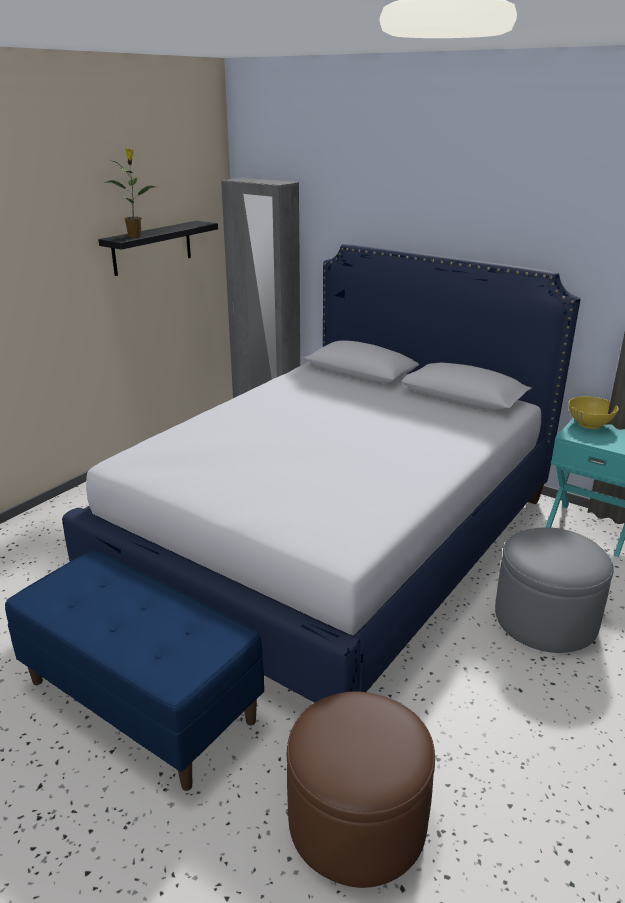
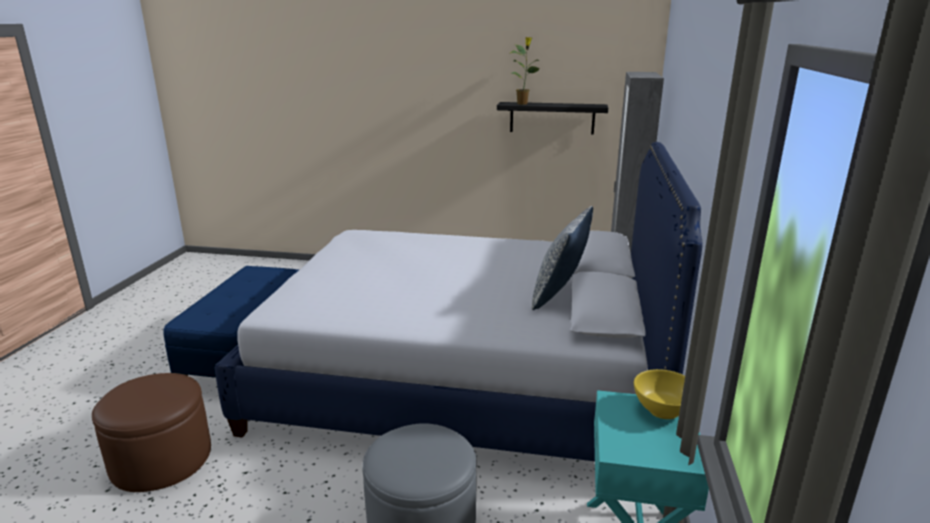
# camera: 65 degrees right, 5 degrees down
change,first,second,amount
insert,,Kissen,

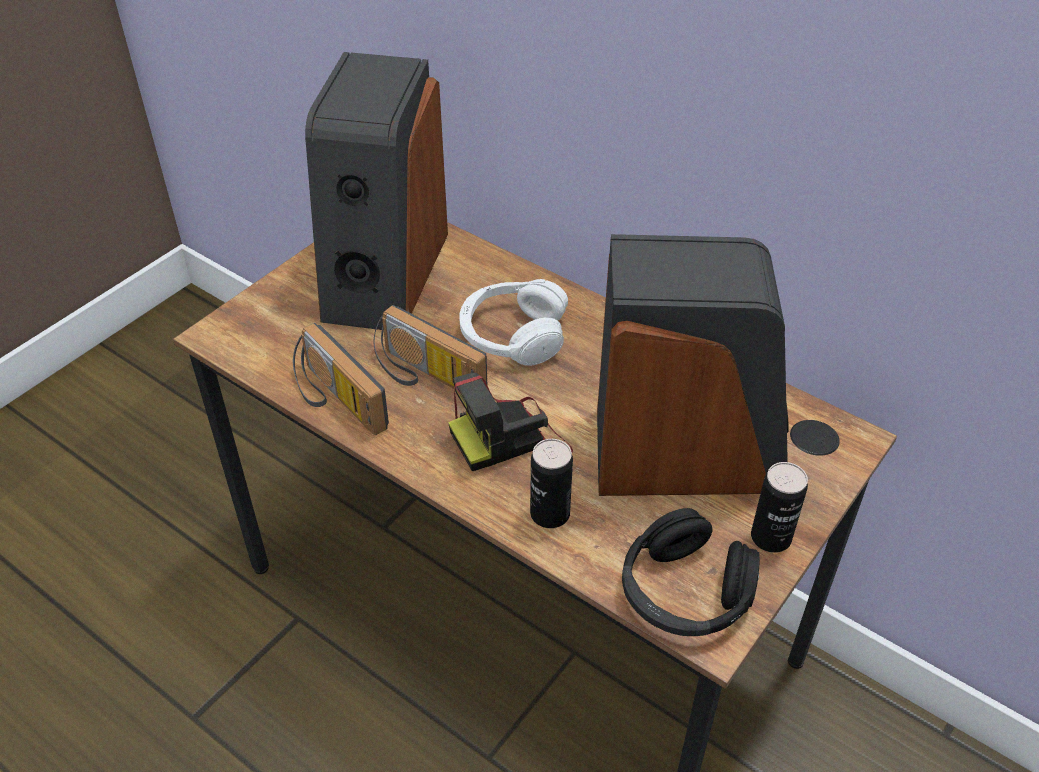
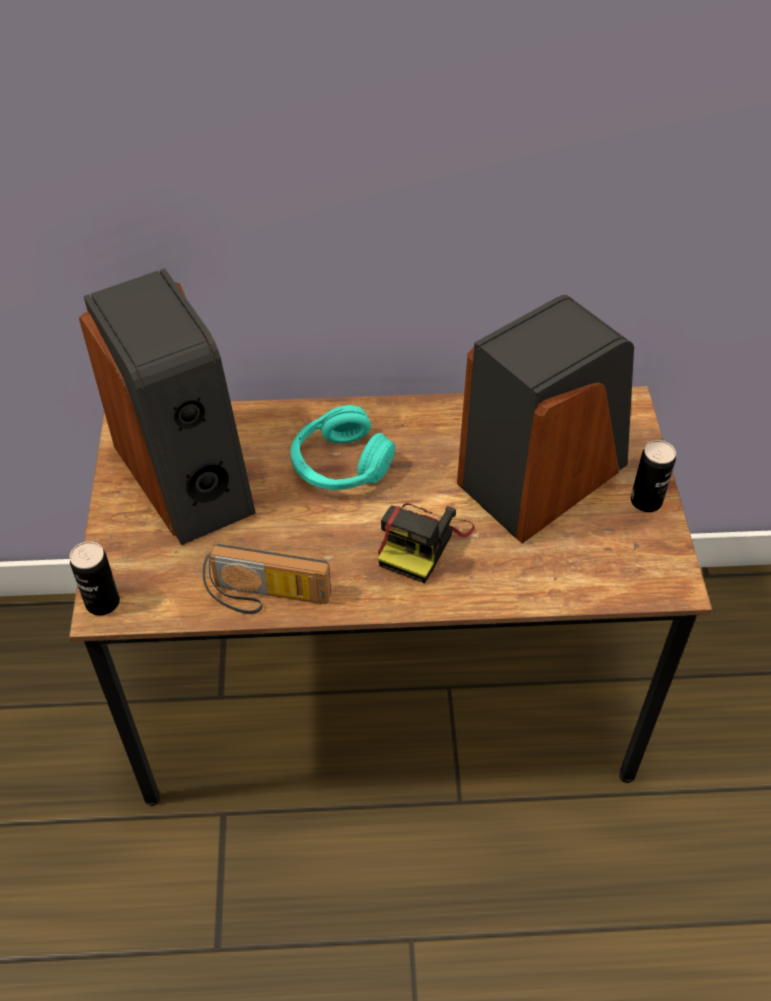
# camera: 40 degrees left, 5 degrees up
change,first,second,amount
recolor,Kopfhörer/weiß,Kopfhörer/türkis,
delete,Radio (2nd from left),,
move,Dose (1st from left),,
delete,Kopfhörer/schwarz,,

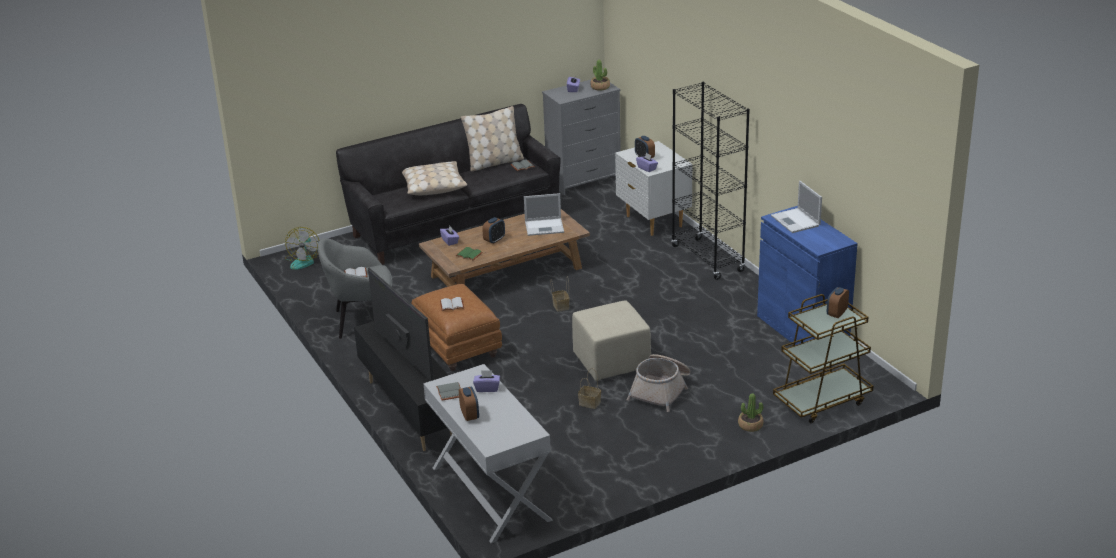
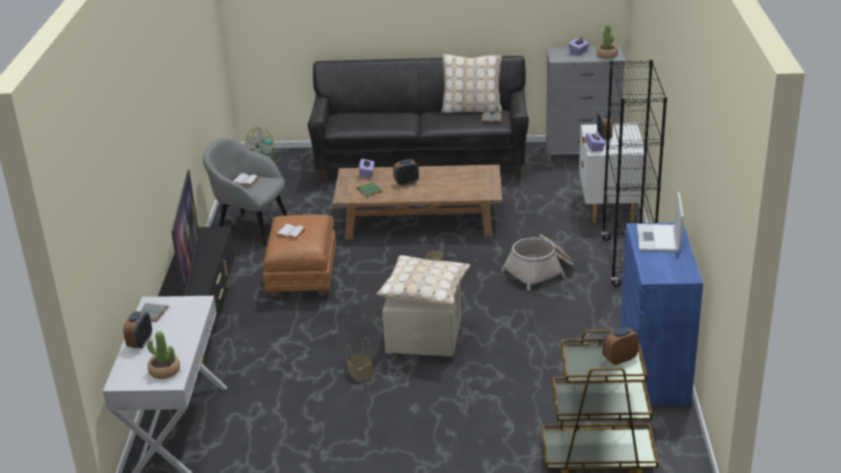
# camera: 30 degrees right, 0 degrees up
change,first,second,amount
move,Kissen/beige (1st from left),,
delete,Laptop (1st from left),,
move,Korb (3rd from left),,
delete,Taschentuchbox/lila (2nd from left),,
move,Topfpflanze (2nd from left in the first image),Topfpflanze (1st from left),

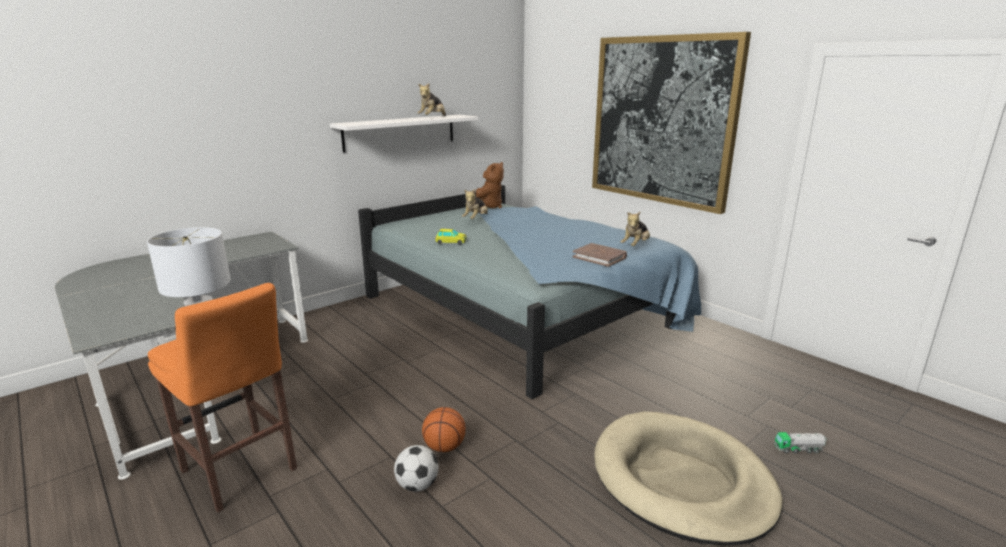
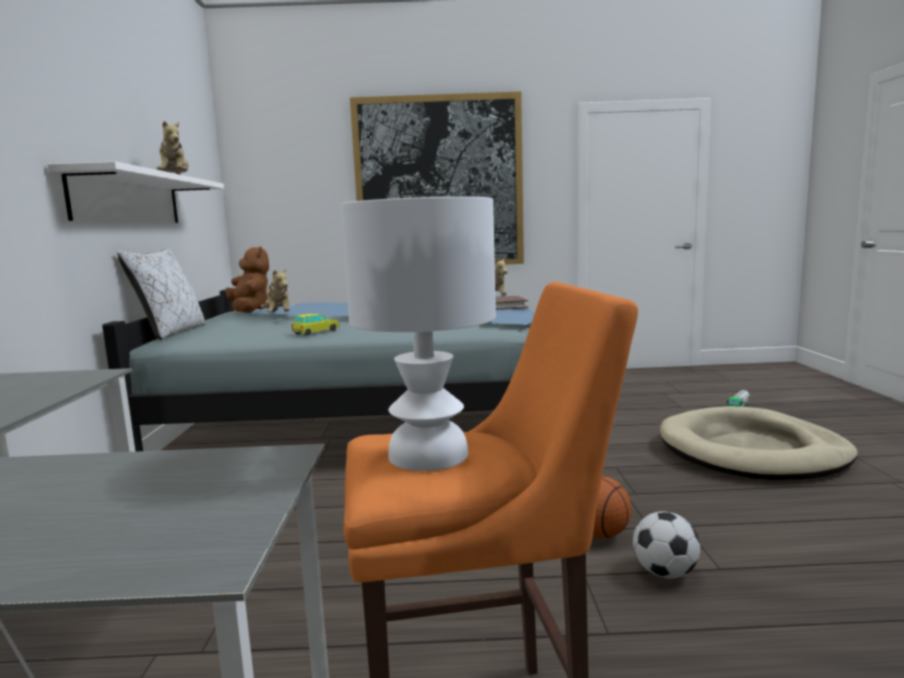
# camera: 50 degrees left, 10 degrees down
change,first,second,amount
insert,,Kissen/weiß,

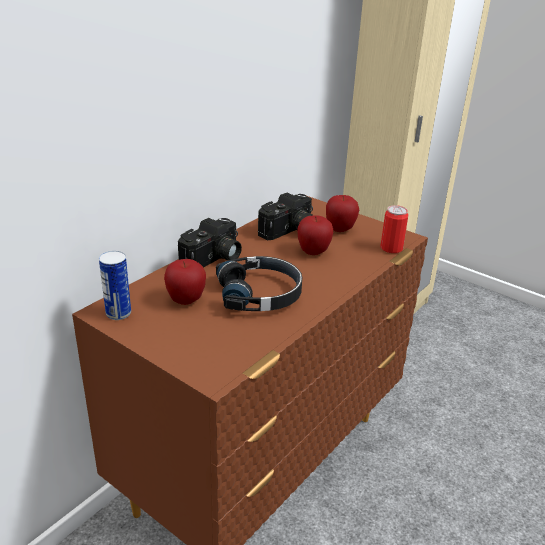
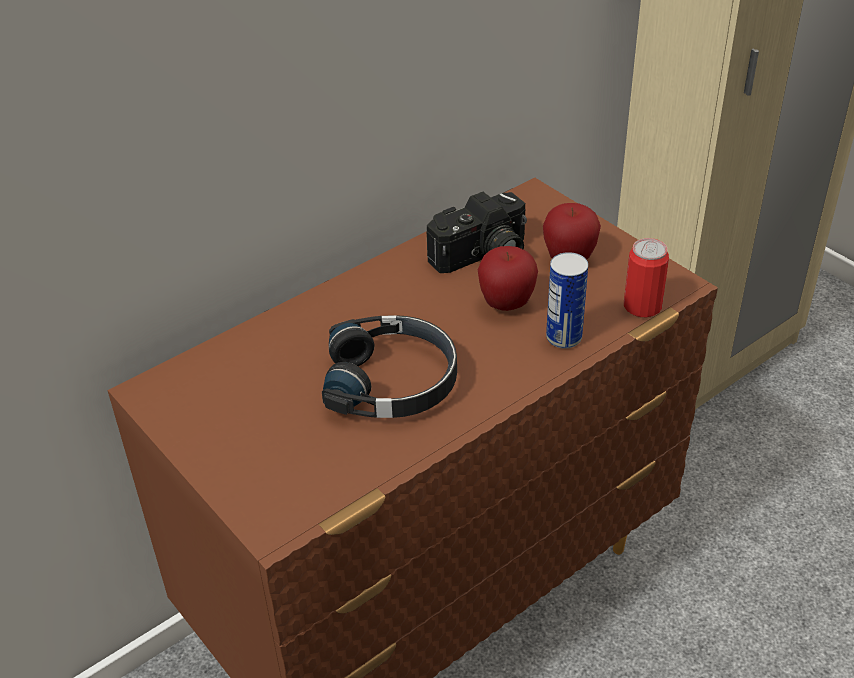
# camera: 15 degrees right, 10 degrees up
change,first,second,amount
delete,Kamera (1st from left),,
move,Dose (1st from left),,
delete,Apfel (1st from left),,

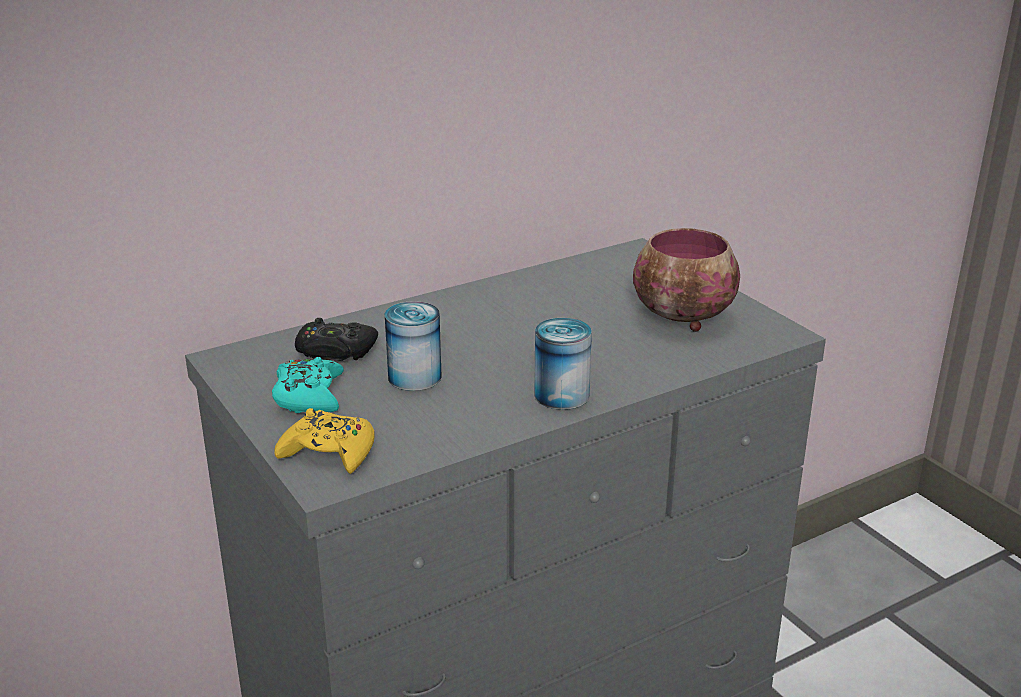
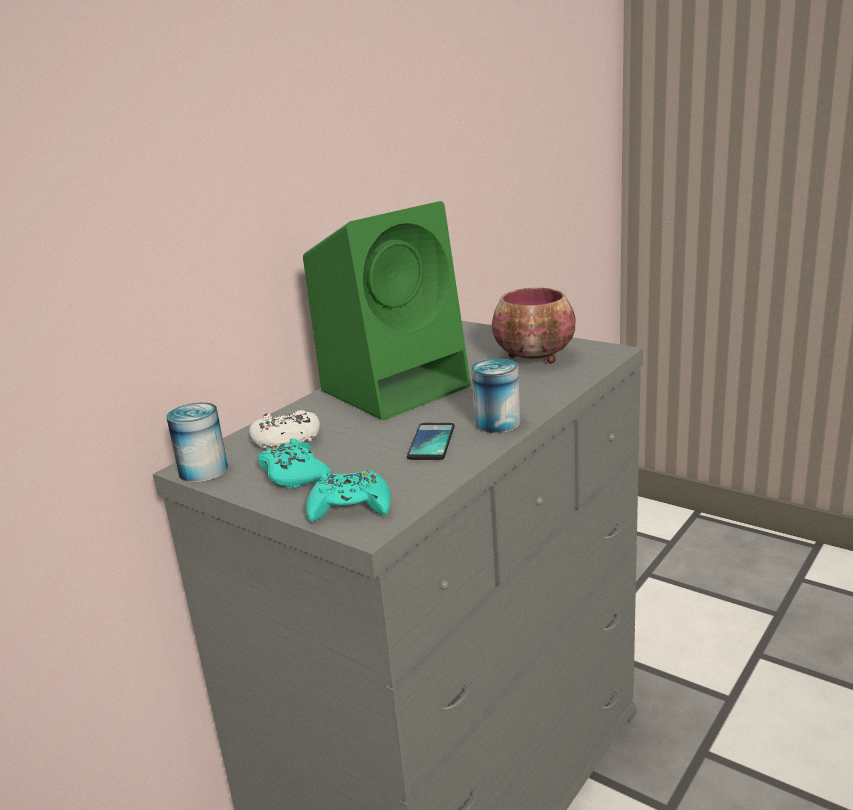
# camera: 20 degrees left, 5 degrees down
change,first,second,amount
move,Dose (1st from left),,
recolor,Gamepad/schwarz,Gamepad/weiß,
recolor,Gamepad/gelb,Gamepad/türkis (2nd from left),
insert,,Lautsprecher/grün,
insert,,Handy,

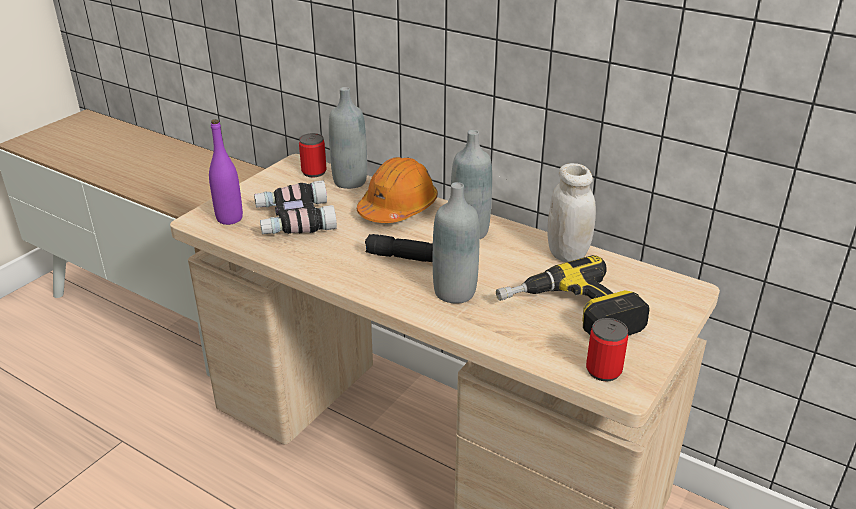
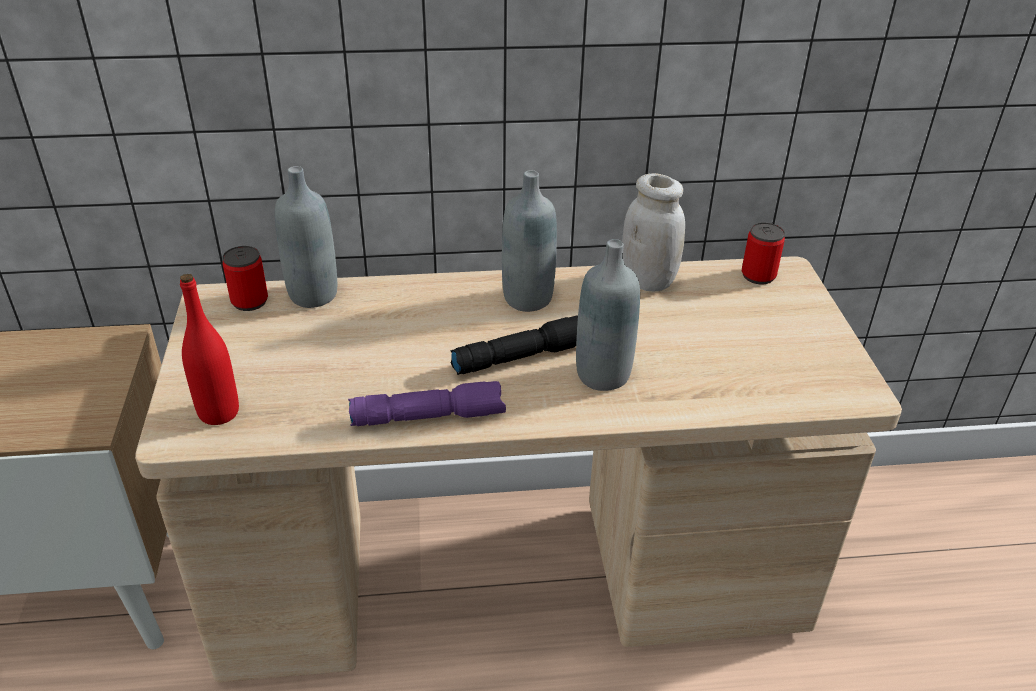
# camera: 40 degrees left, 5 degrees up
change,first,second,amount
recolor,Flasche/lila,Flasche/rot,
delete,Schutzhelm/orange,,
delete,Fernglas,,
delete,Bohrmaschine,,
move,Dose (2nd from left),,
insert,,Taschenlampe/lila,

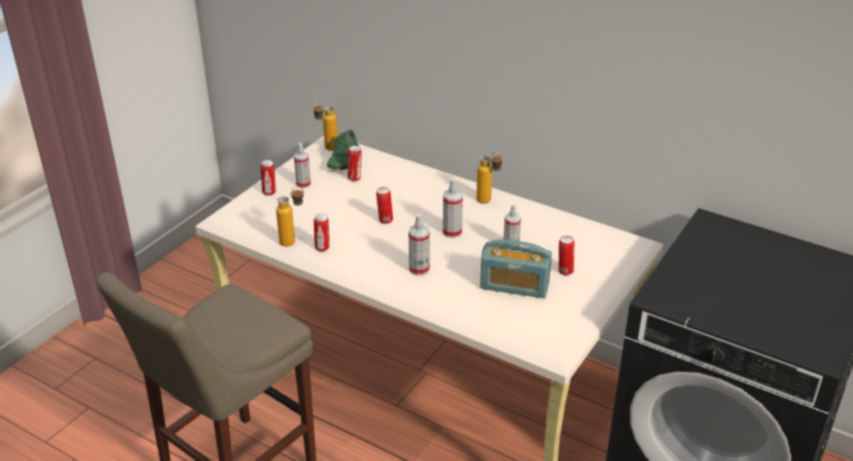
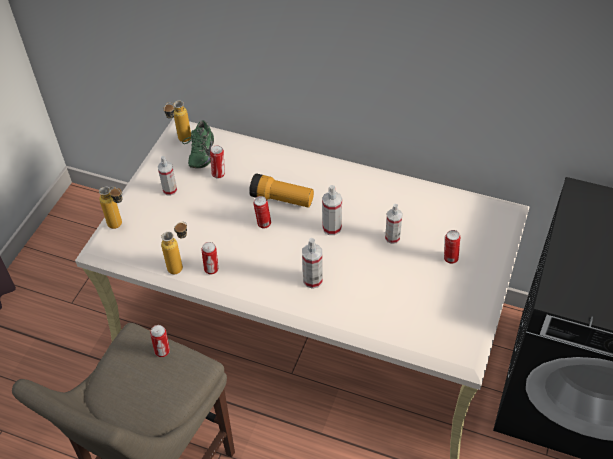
# camera: 10 degrees left, 15 degrees up
change,first,second,amount
move,Flasche (3rd from left in the first image),Flasche (1st from left),
move,Dose (1st from left),,
delete,Radio,,
insert,,Taschenlampe,

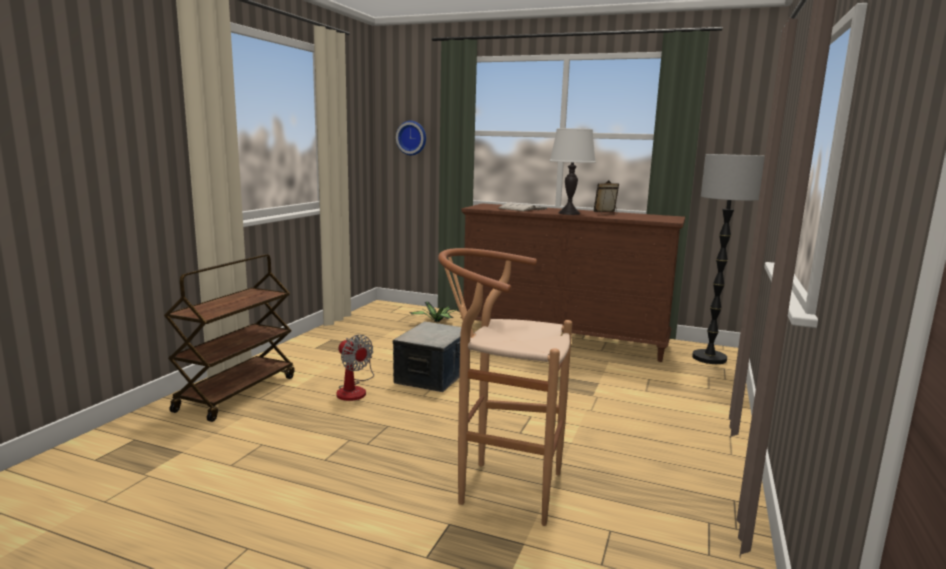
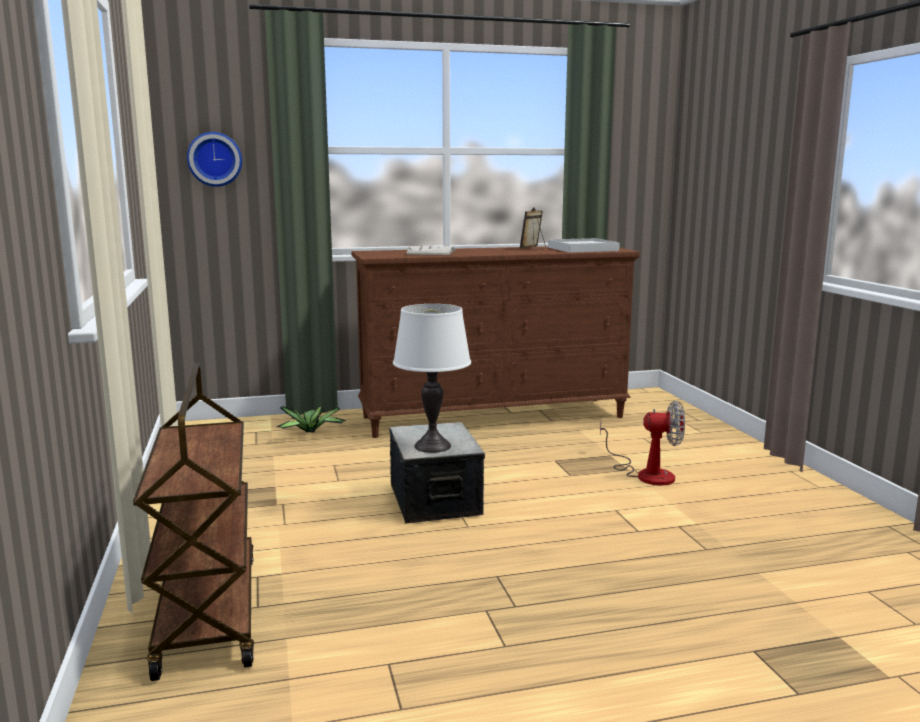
# camera: 35 degrees left, 0 degrees up
change,first,second,amount
move,Tischlampe/weiß,,
delete,Stehlampe,,
delete,Hocker/braun,,
move,Ventilator,,
insert,,Tablett/weiß,

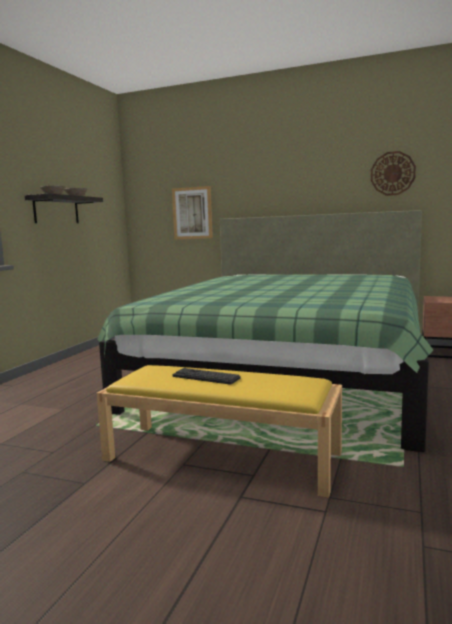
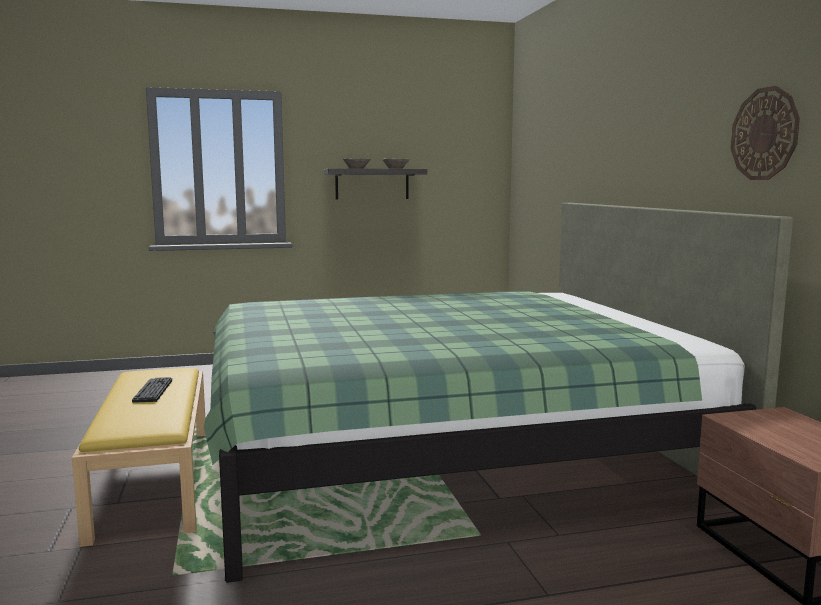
# camera: 55 degrees right, 0 degrees up
change,first,second,amount
delete,Bild,,

